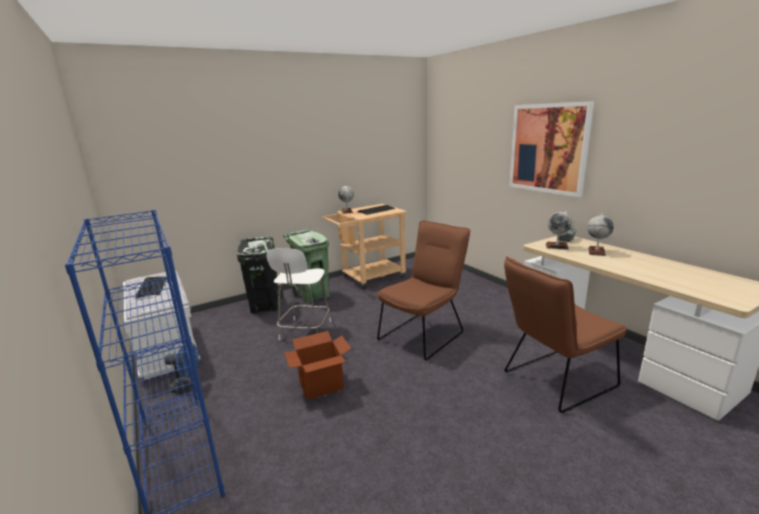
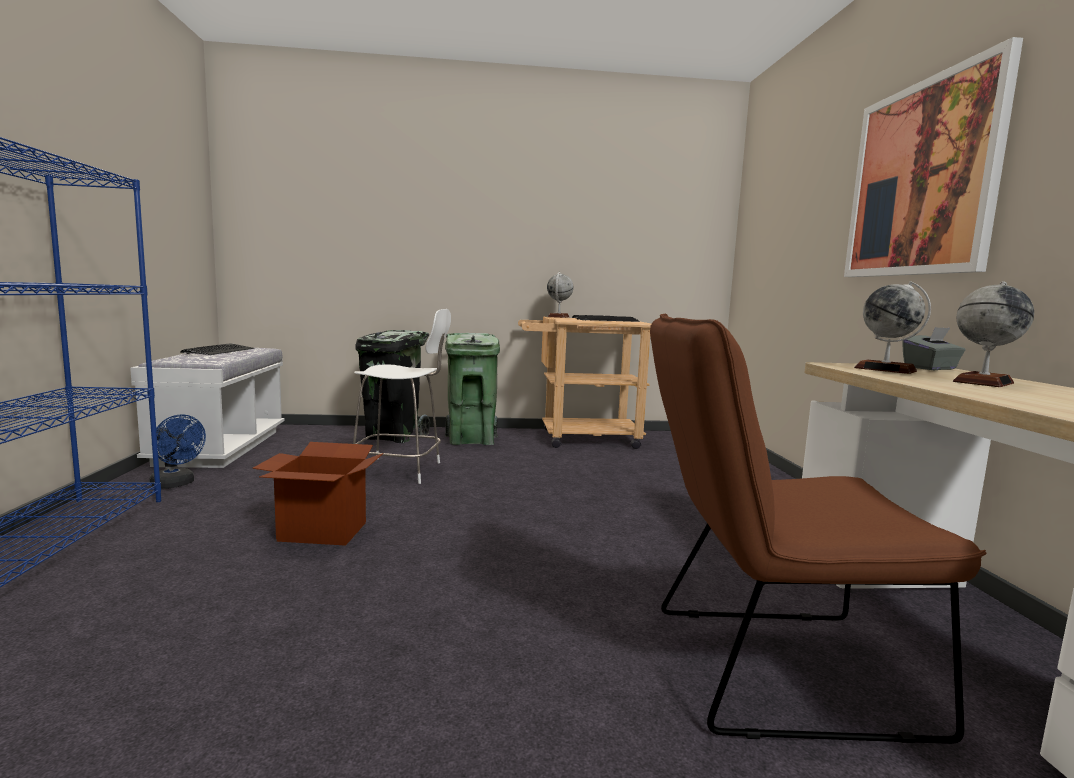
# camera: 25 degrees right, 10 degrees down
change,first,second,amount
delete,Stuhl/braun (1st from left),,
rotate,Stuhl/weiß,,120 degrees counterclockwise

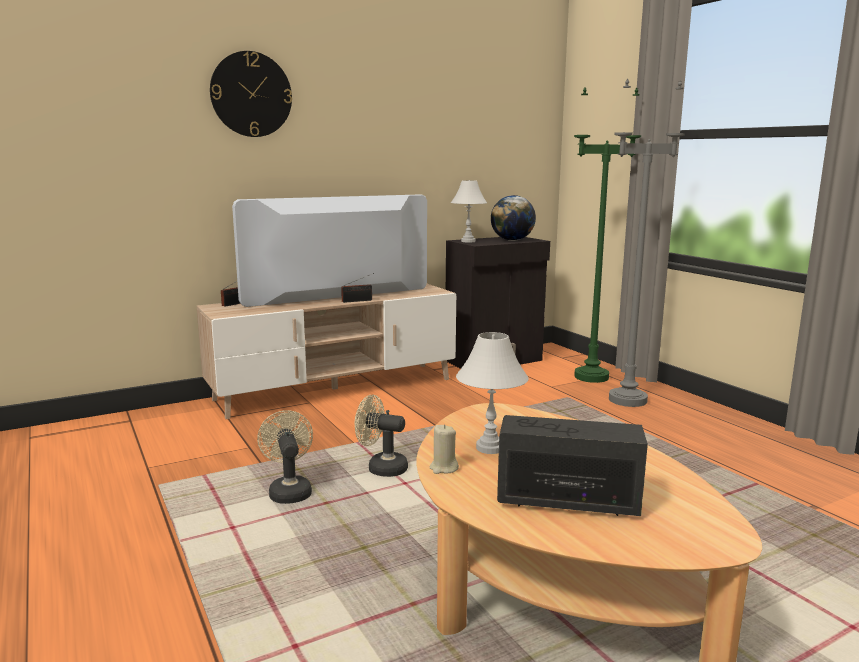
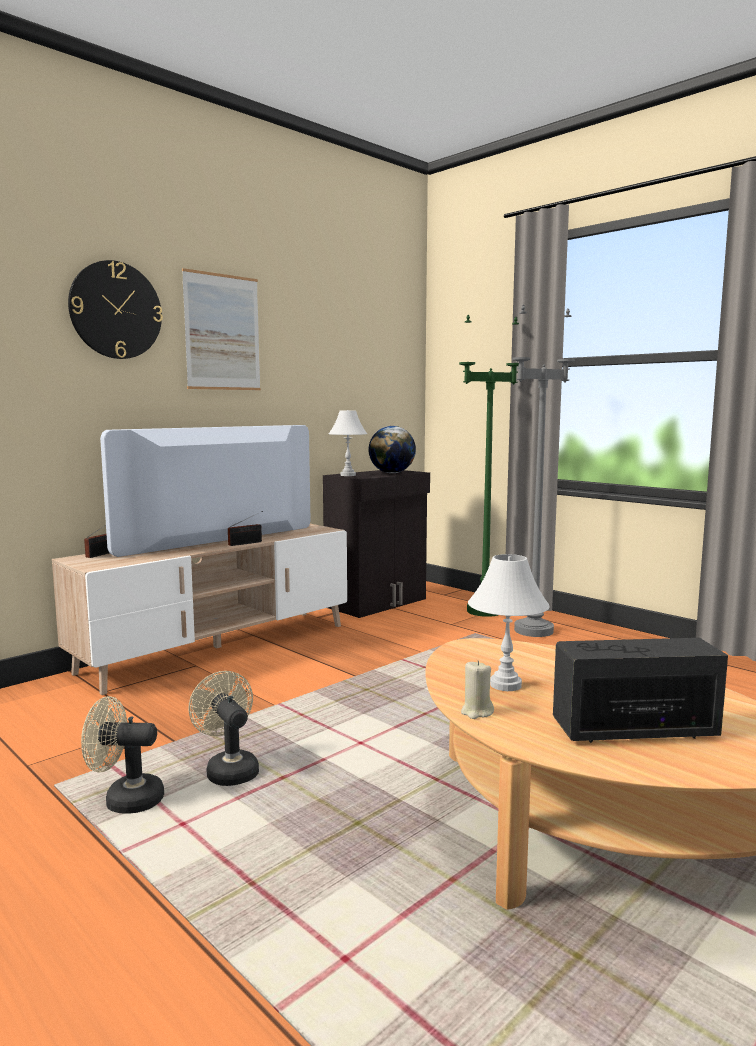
# camera: 15 degrees left, 5 degrees down
change,first,second,amount
move,Ventilator/beige (2nd from left in the first image),Ventilator/beige (1st from left),
insert,,Bild,

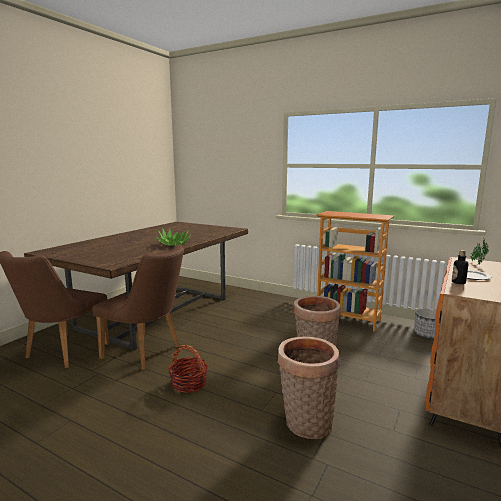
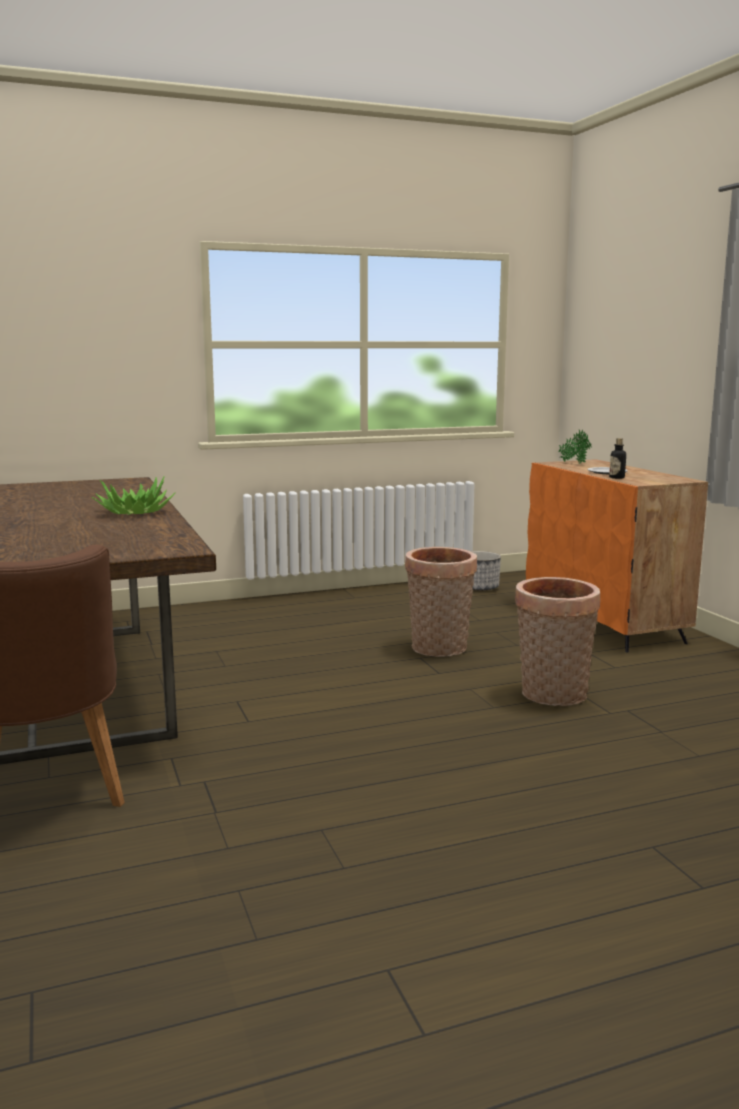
# camera: 50 degrees left, 0 degrees up
change,first,second,amount
delete,Bücherregal,,
delete,Stuhl/braun (2nd from left),,
delete,Korb (1st from left),,

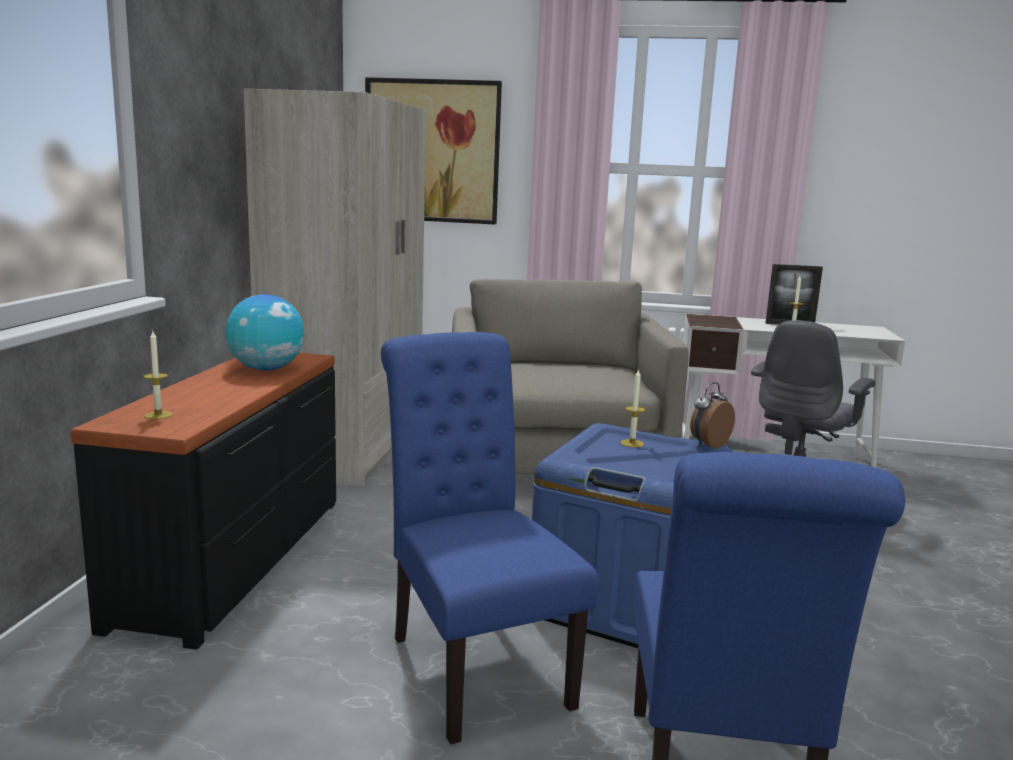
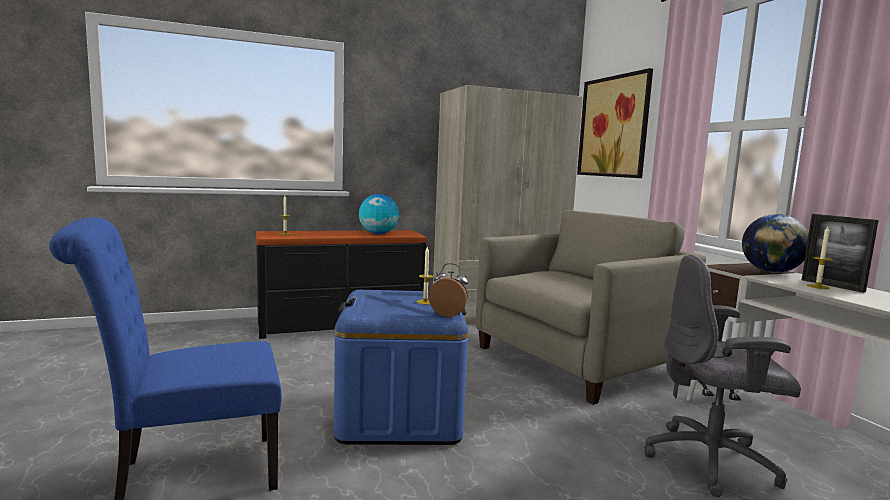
# camera: 60 degrees right, 5 degrees down
change,first,second,amount
delete,Stuhl/blau (1st from left),,
insert,,Globus (2nd from left),

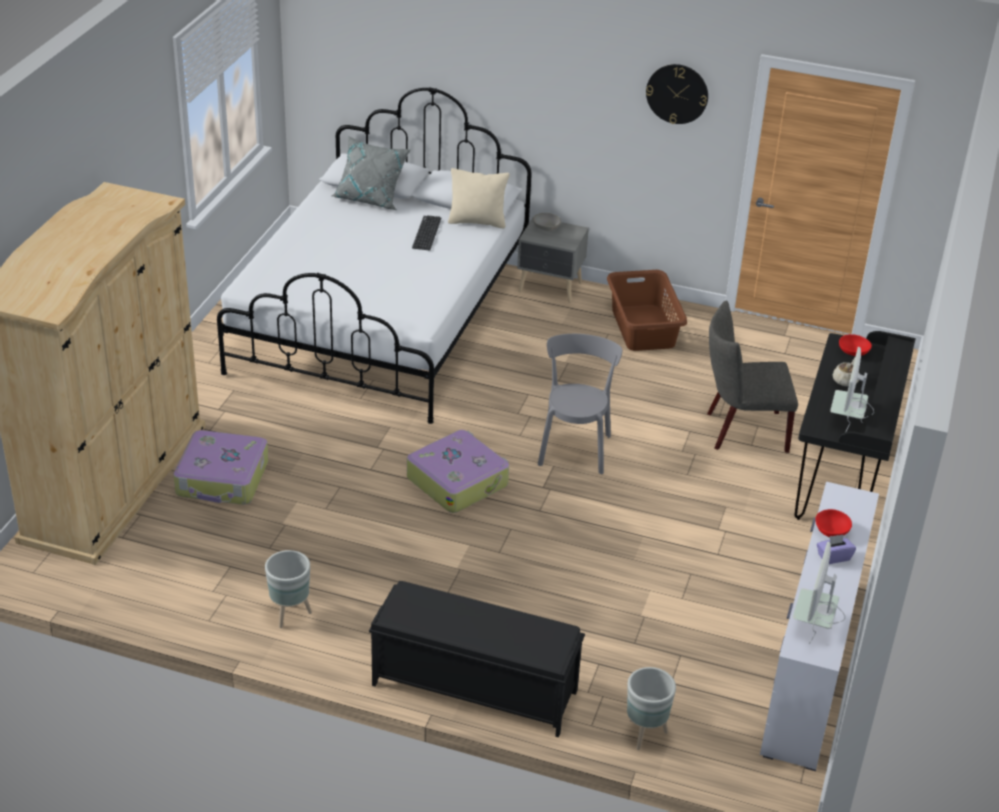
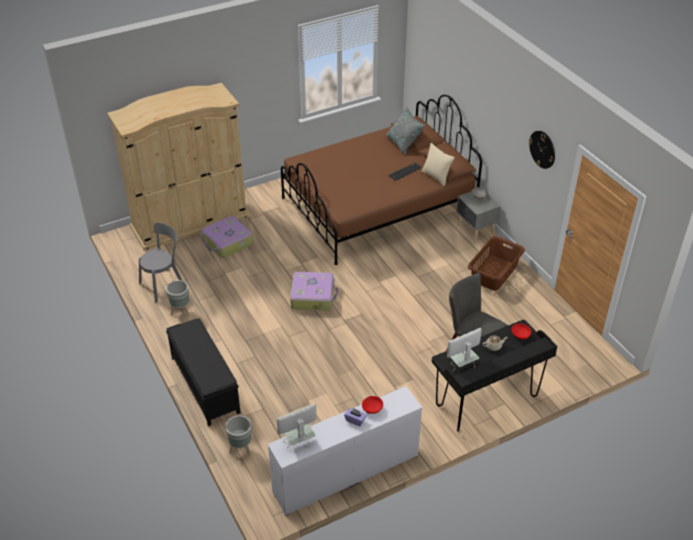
# camera: 45 degrees right, 5 degrees up
change,first,second,amount
recolor,Bett/weiß,Bett/braun,
move,Stuhl/grau (1st from left),,

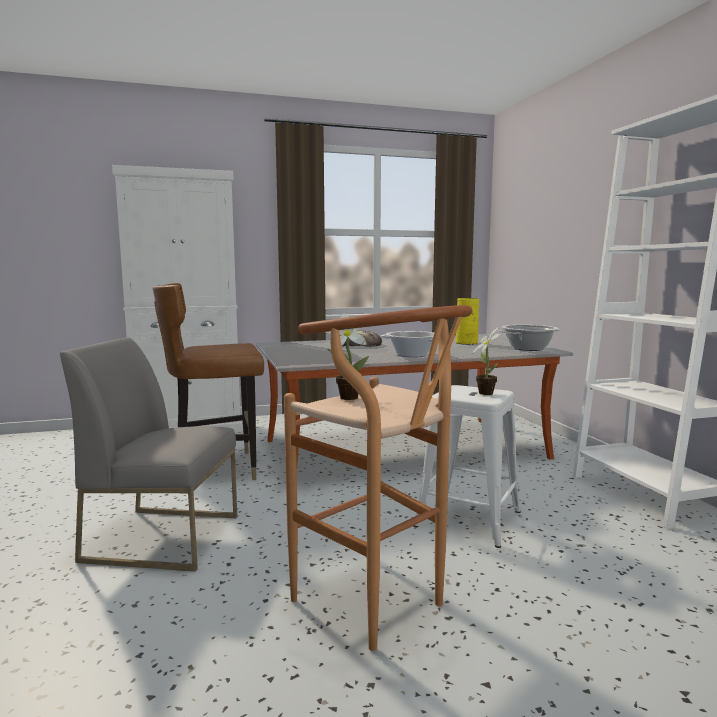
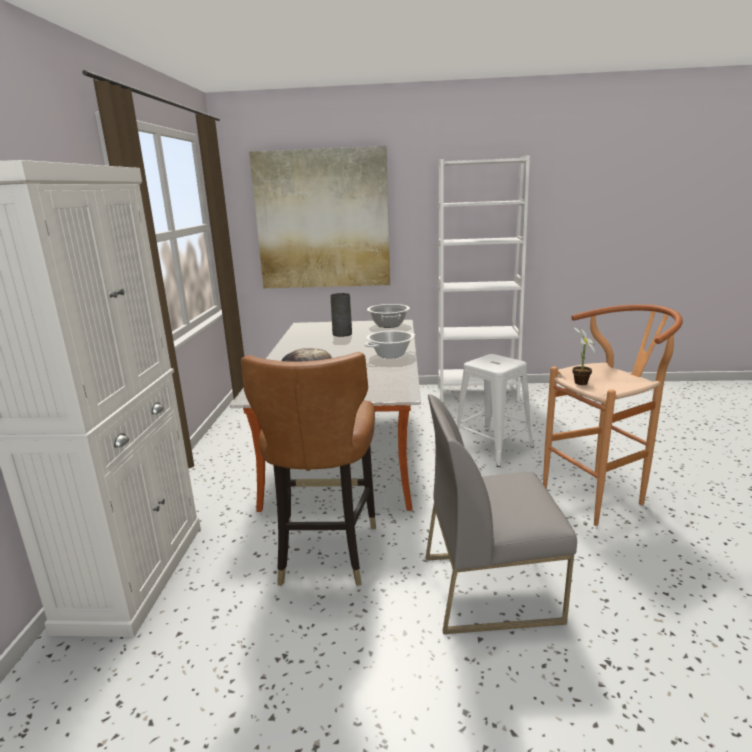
# camera: 70 degrees left, 10 degrees up
change,first,second,amount
recolor,Vase/gelb,Vase/grau,
delete,Topfpflanze (2nd from left),,
rotate,Stuhl/grau,,60 degrees clockwise
insert,,Bild,

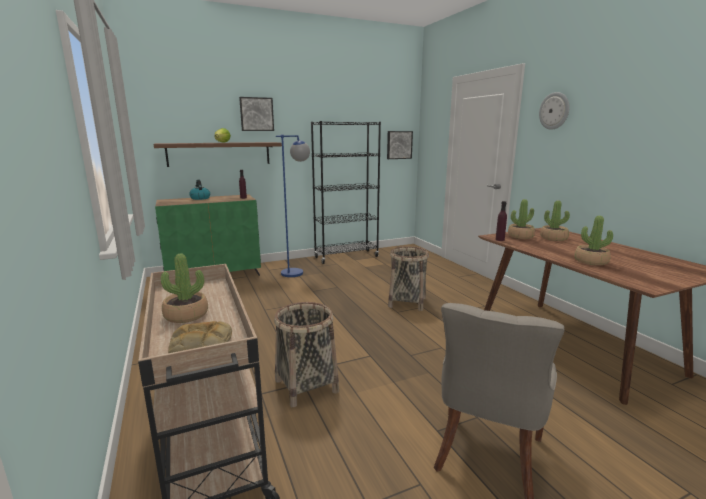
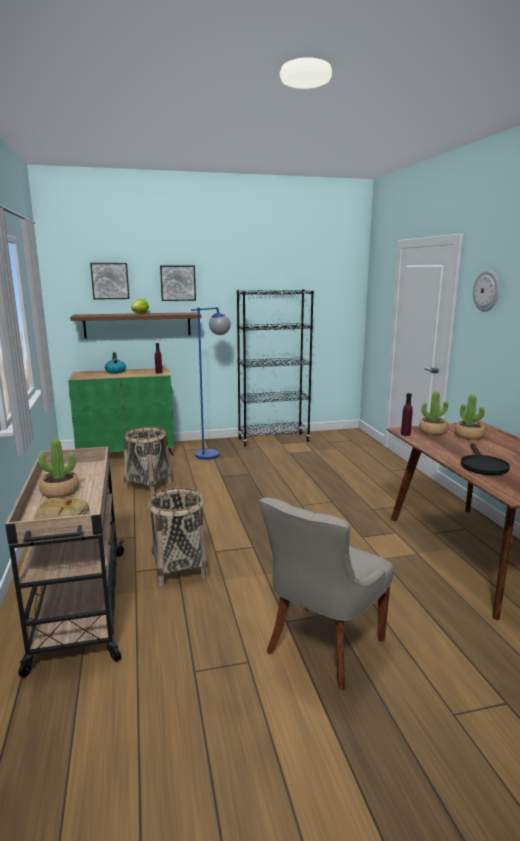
# camera: 10 degrees right, 0 degrees up
change,first,second,amount
move,Bild (2nd from left in the first image),Bild (1st from left),
replace,Topfpflanze (4th from left),Pfanne/schwarz,
move,Korb (2nd from left in the first image),Korb (1st from left),

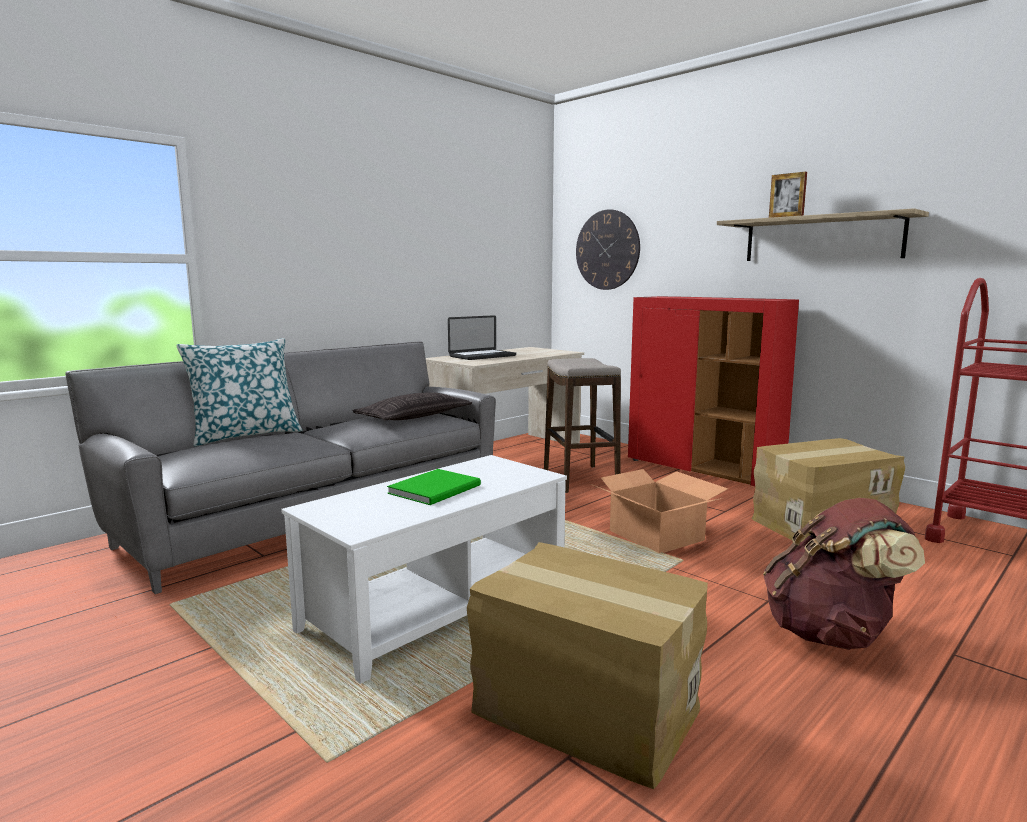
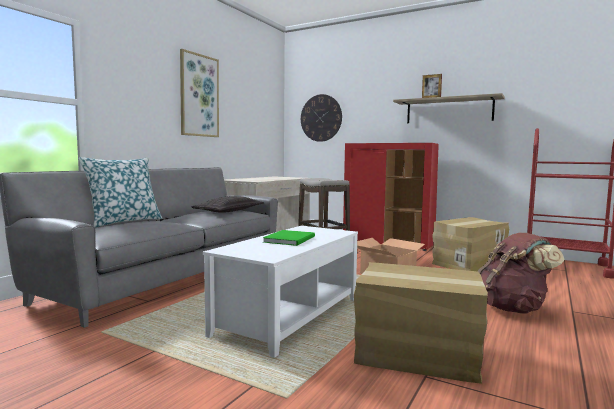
# camera: 15 degrees left, 5 degrees down
change,first,second,amount
delete,Laptop,,
insert,,Bild,

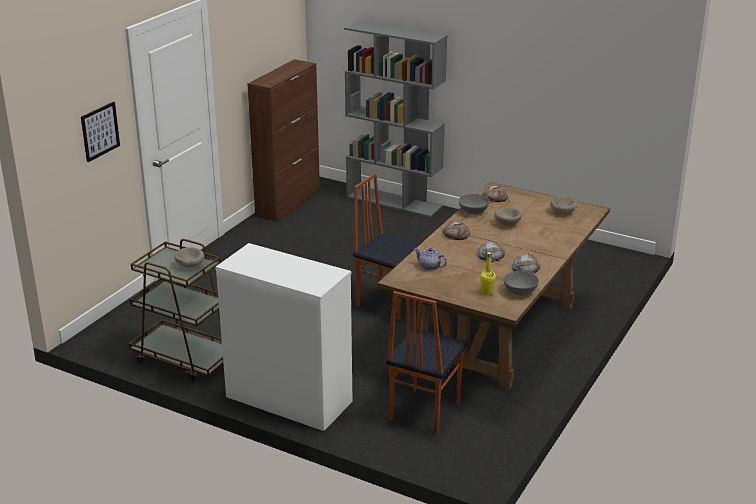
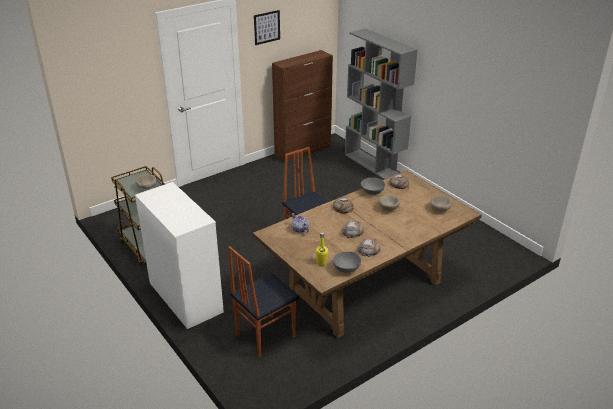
# camera: 25 degrees right, 5 degrees up
change,first,second,amount
move,Bild,,

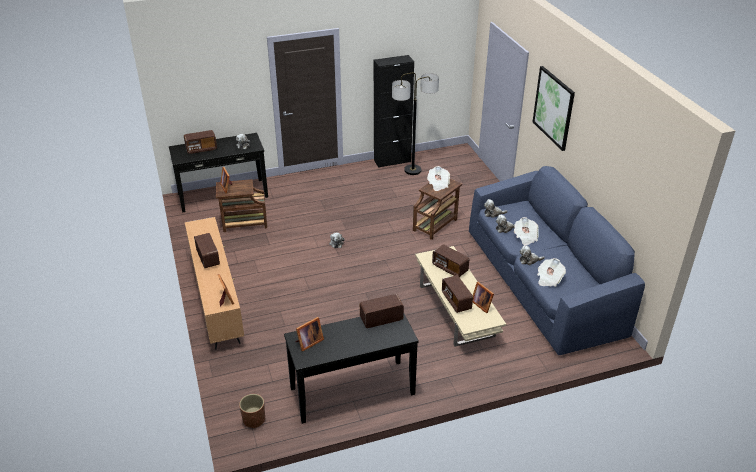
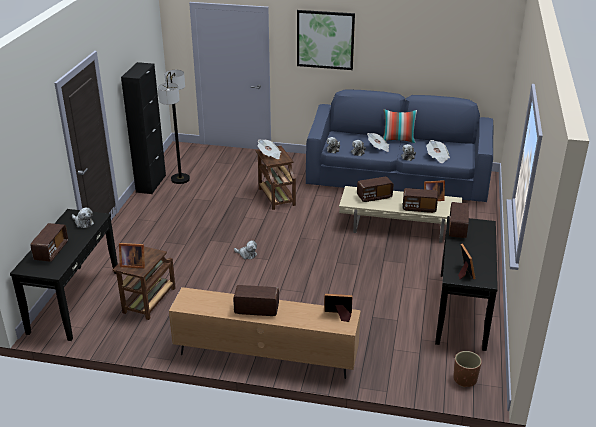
# camera: 60 degrees left, 5 degrees down
change,first,second,amount
insert,,Kissen,

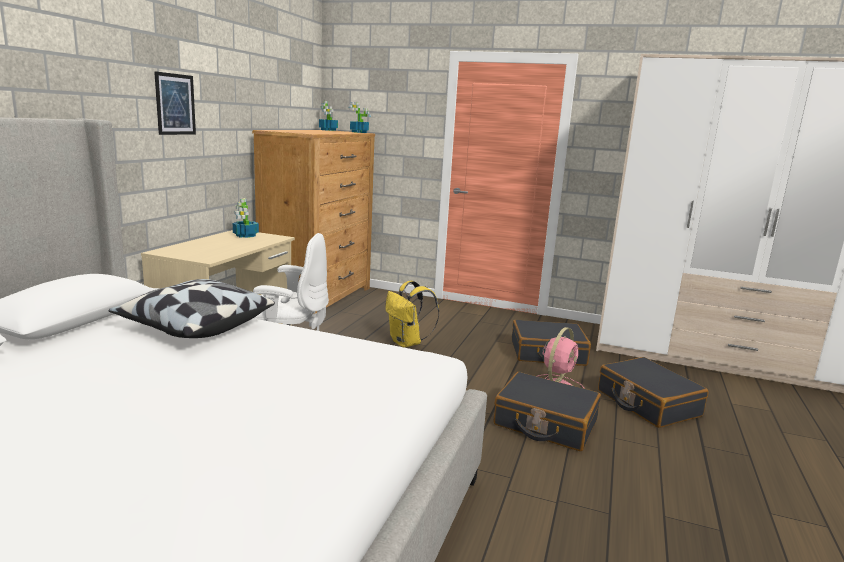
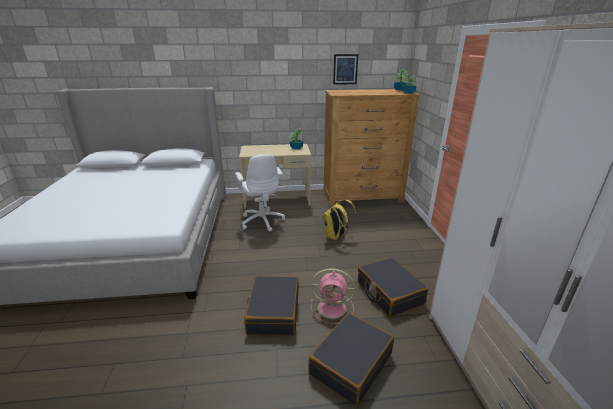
# camera: 65 degrees right, 10 degrees up
change,first,second,amount
move,Bild,,
delete,Kissen,,

